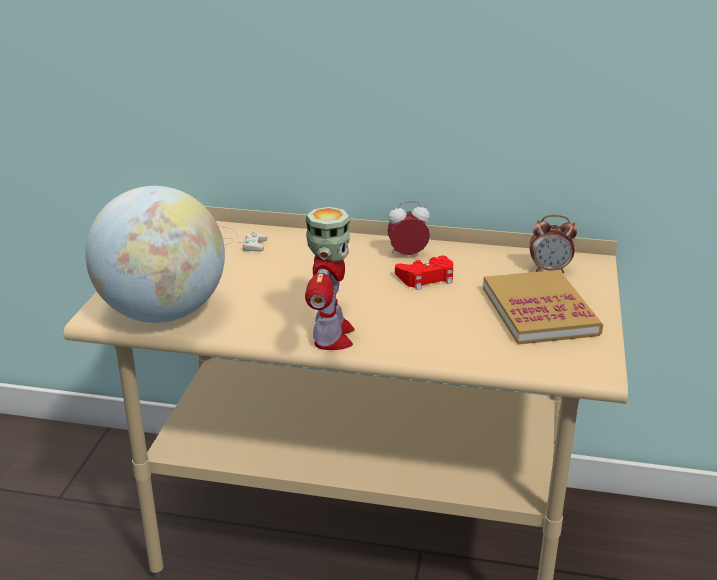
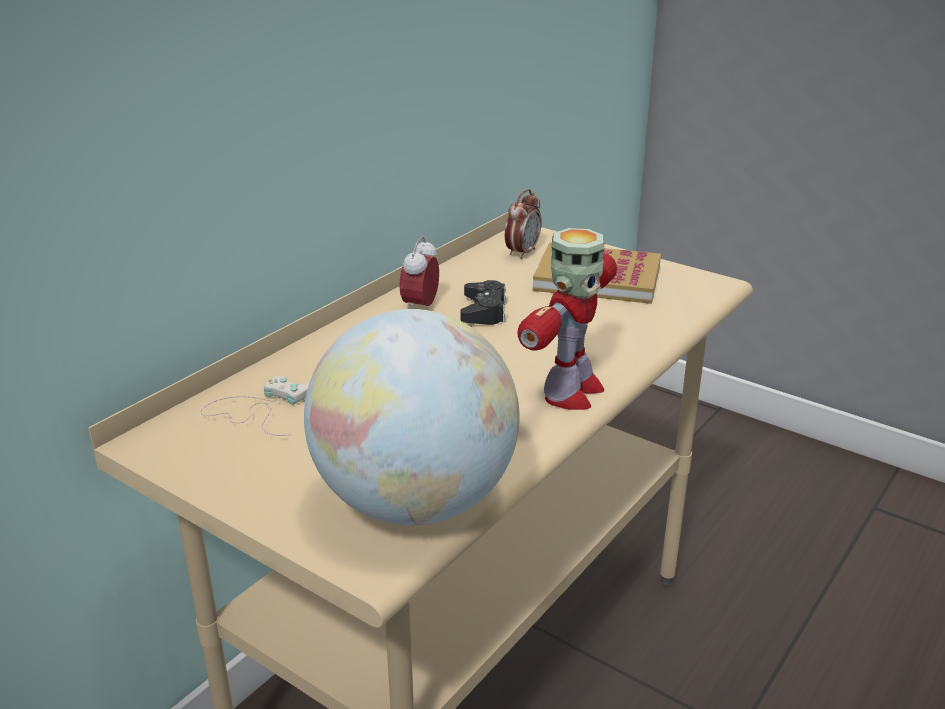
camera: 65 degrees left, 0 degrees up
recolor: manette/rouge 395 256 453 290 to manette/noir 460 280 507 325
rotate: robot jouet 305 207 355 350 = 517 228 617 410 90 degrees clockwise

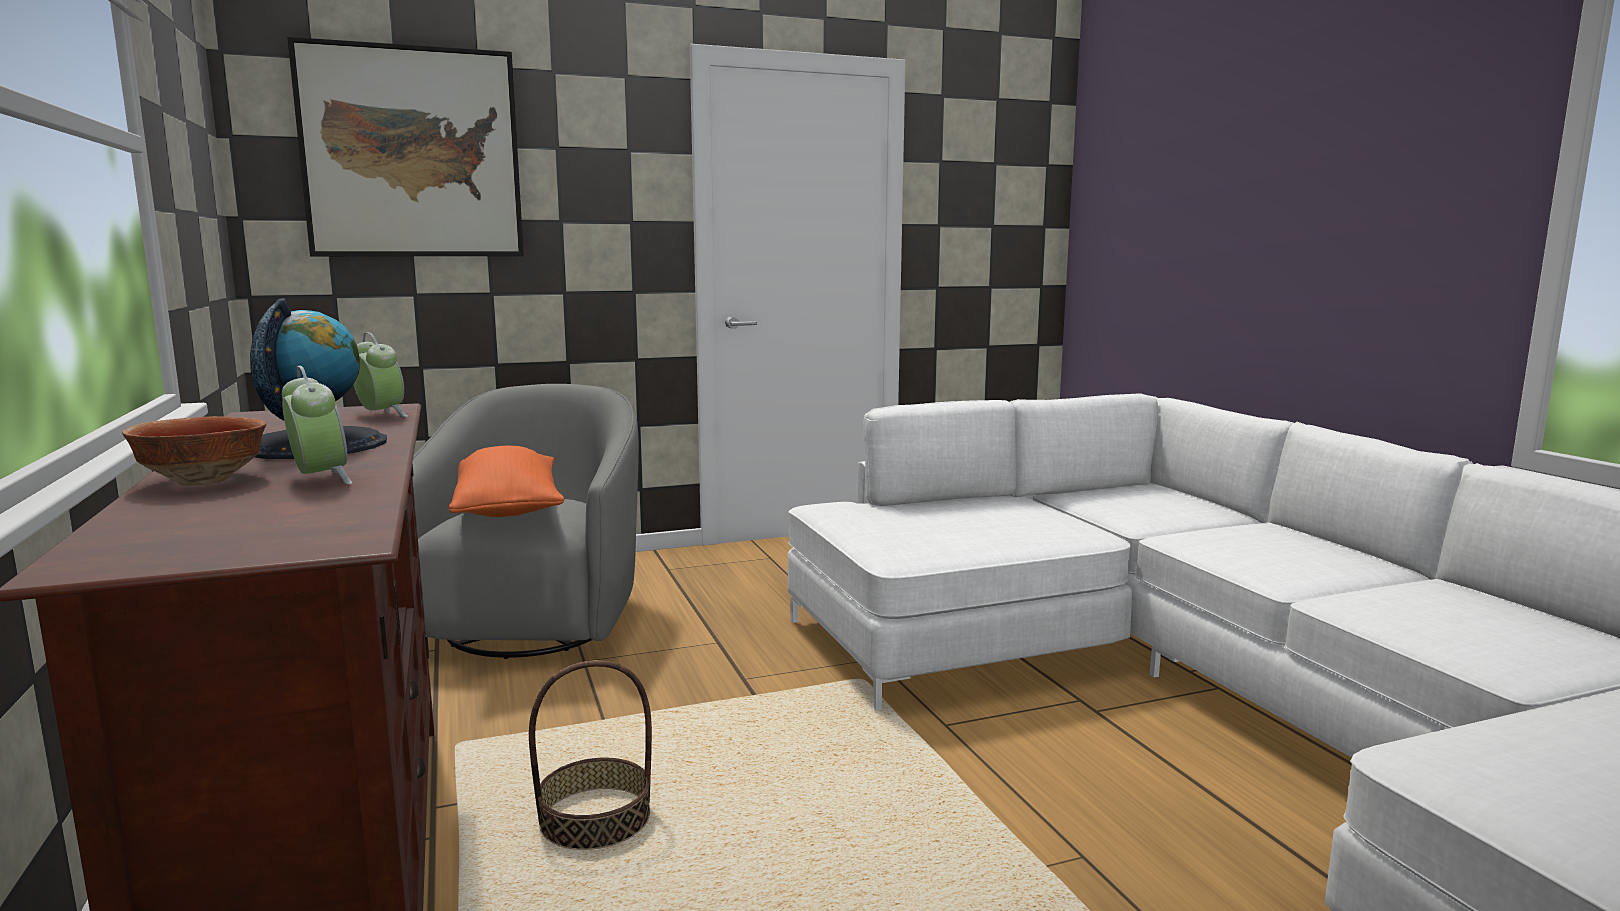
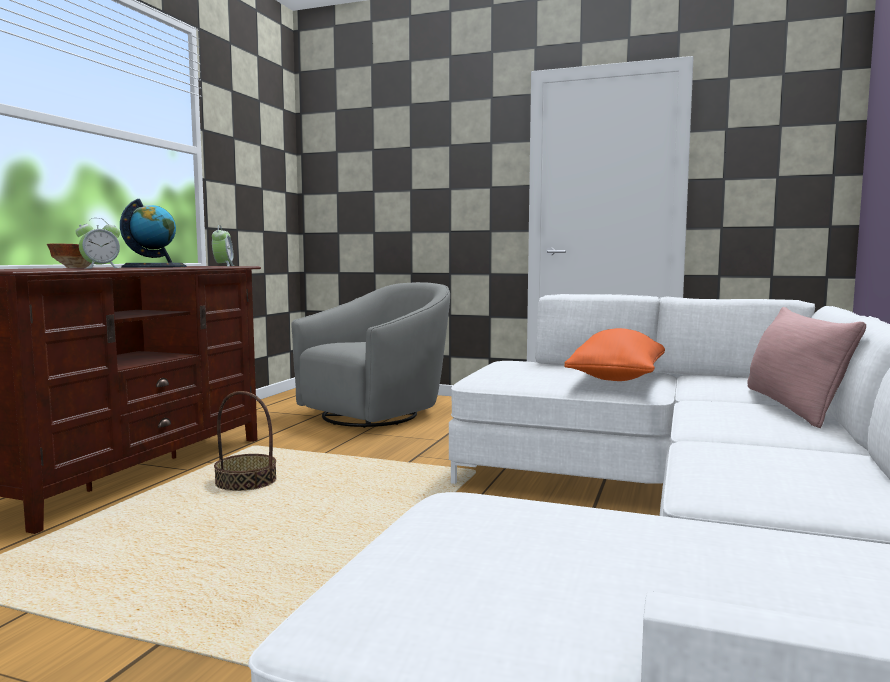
camera: 40 degrees right, 5 degrees down
delete: tableau 287 37 524 256
insert: coussin/rose 747 307 866 428
move: coussin/orange 449 446 564 517 to 564 328 665 381
rotate: réveil 282 366 352 485 = 75 218 120 269 45 degrees clockwise

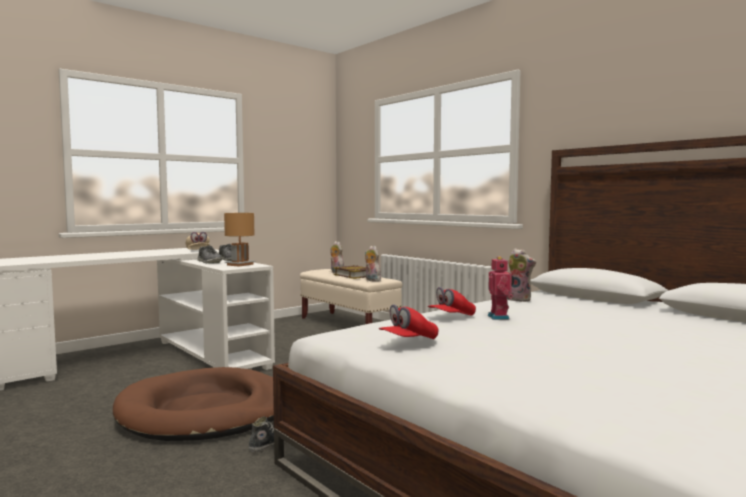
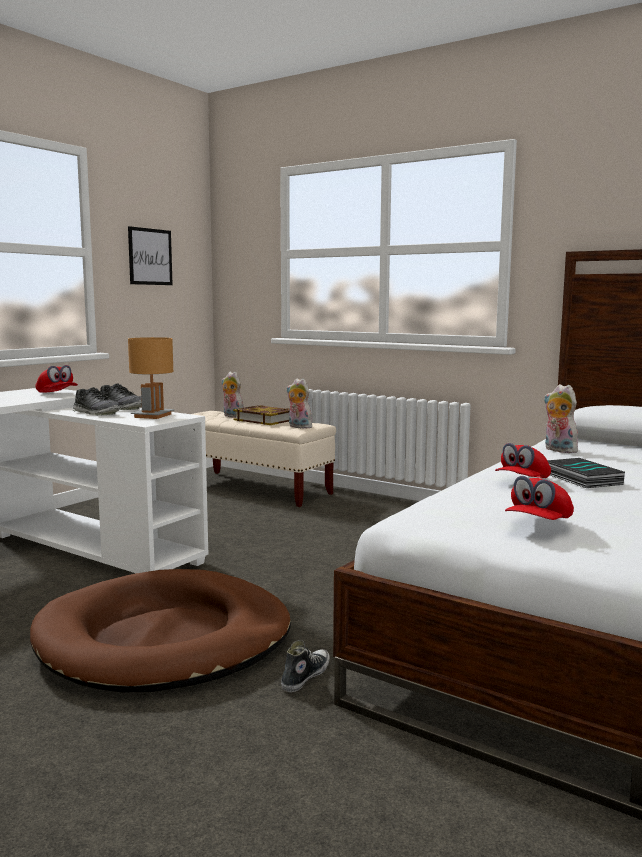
camera: 15 degrees left, 5 degrees up
insert: tableau 128 226 173 285
replace: robot jouet 488 257 514 320 to livre 547 458 625 488
recolor: casquette/beige 186 232 210 250 to casquette/rouge 35 365 78 393
rotate: peluche 507 248 536 302 = 544 384 578 453 150 degrees counterclockwise

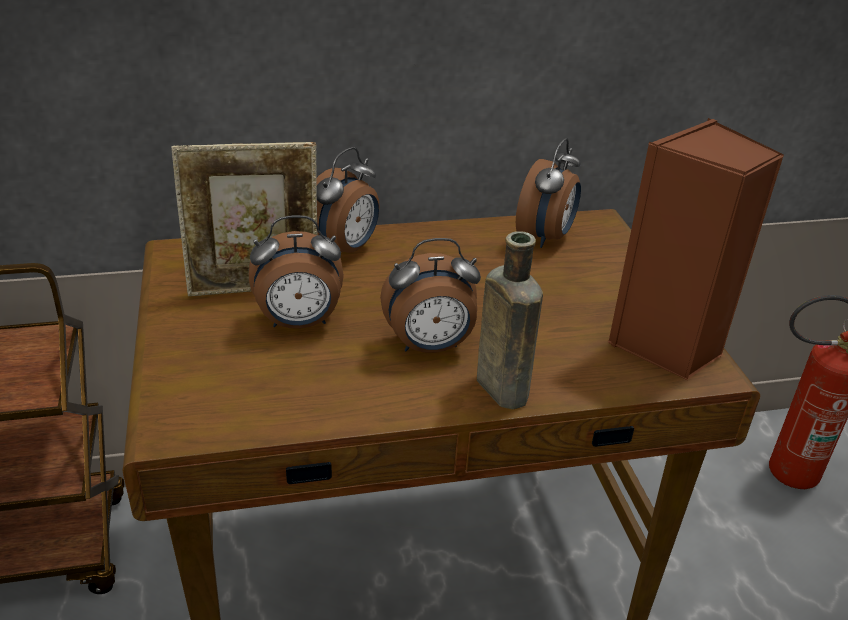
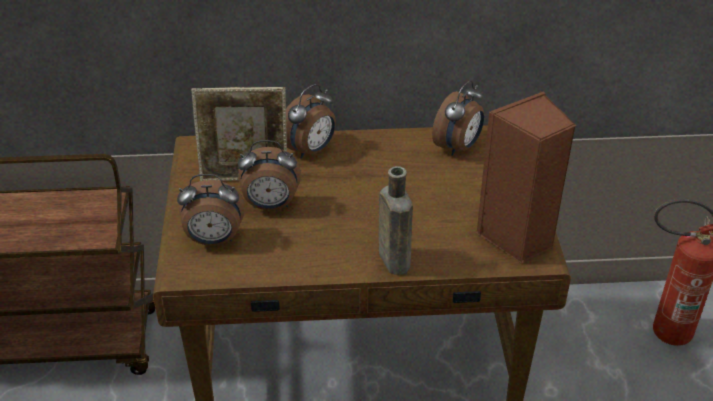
camera: 10 degrees right, 5 degrees up
move: réveil 380 238 481 353 to 177 174 245 246

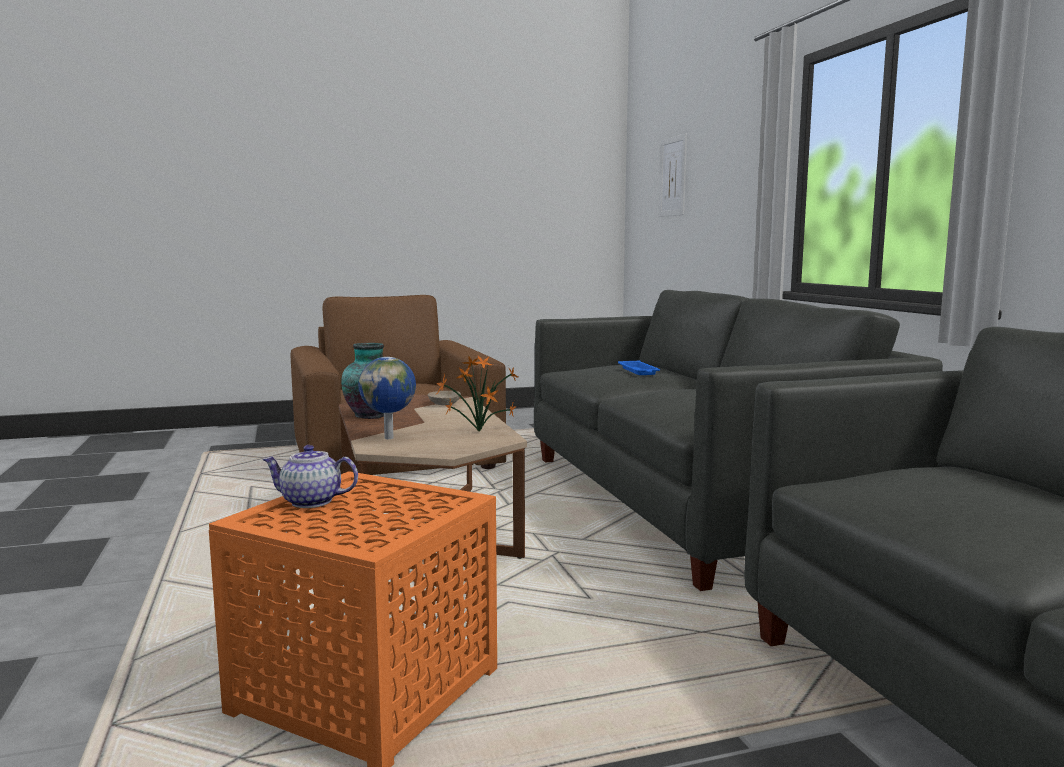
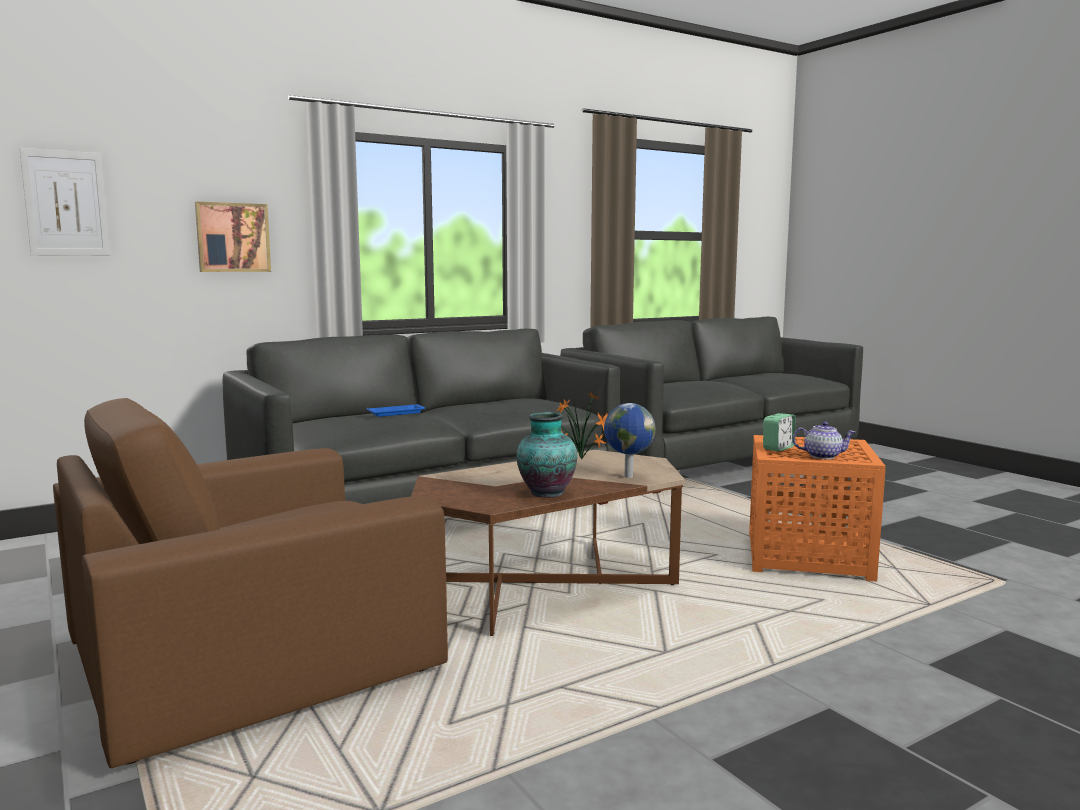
camera: 105 degrees left, 0 degrees up
delete: bol/beige 428 391 461 405
insert: tableau 195 202 271 272; réveil 763 413 796 452
rotate: théière 262 445 358 508 = 792 422 856 459 75 degrees counterclockwise

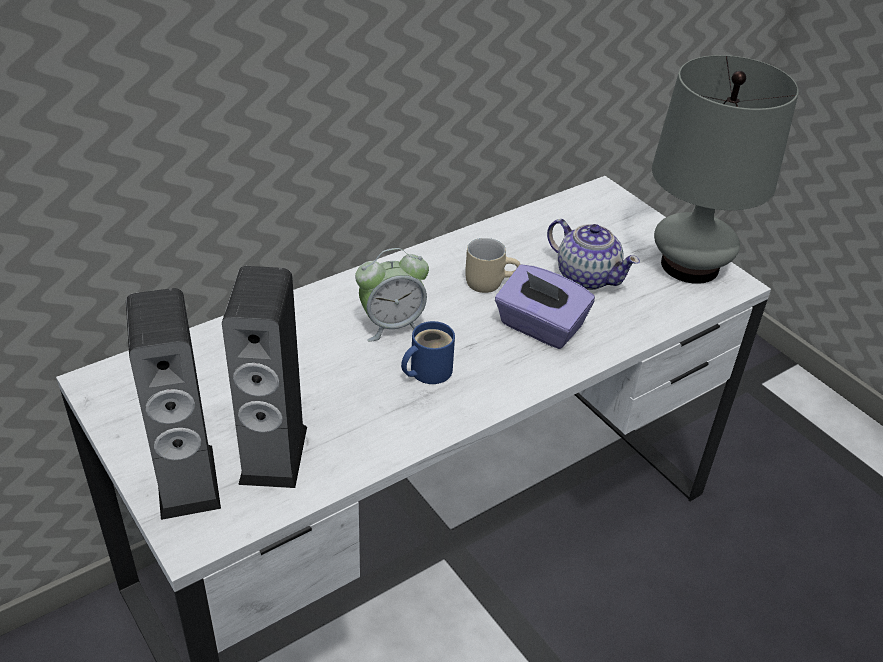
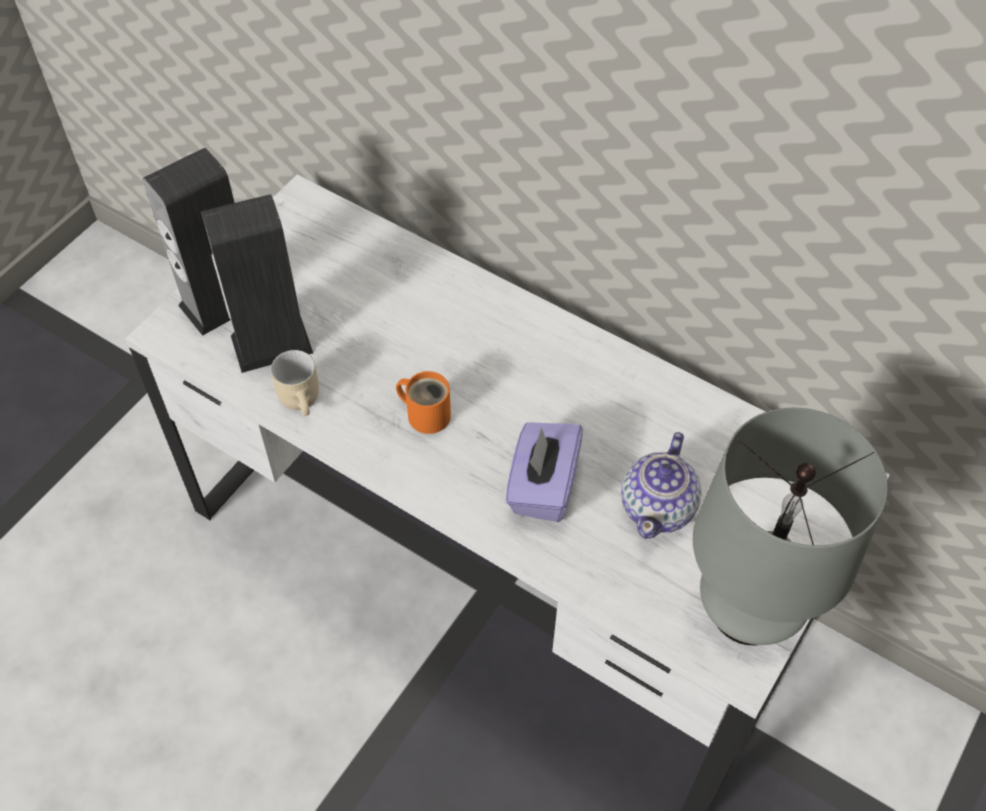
camera: 70 degrees right, 15 degrees up
delete: réveil 355 248 429 342
move: mug/beige 465 238 521 293 to 271 350 319 416
recolor: mug/bleu 401 321 455 384 to mug/orange 396 371 451 434

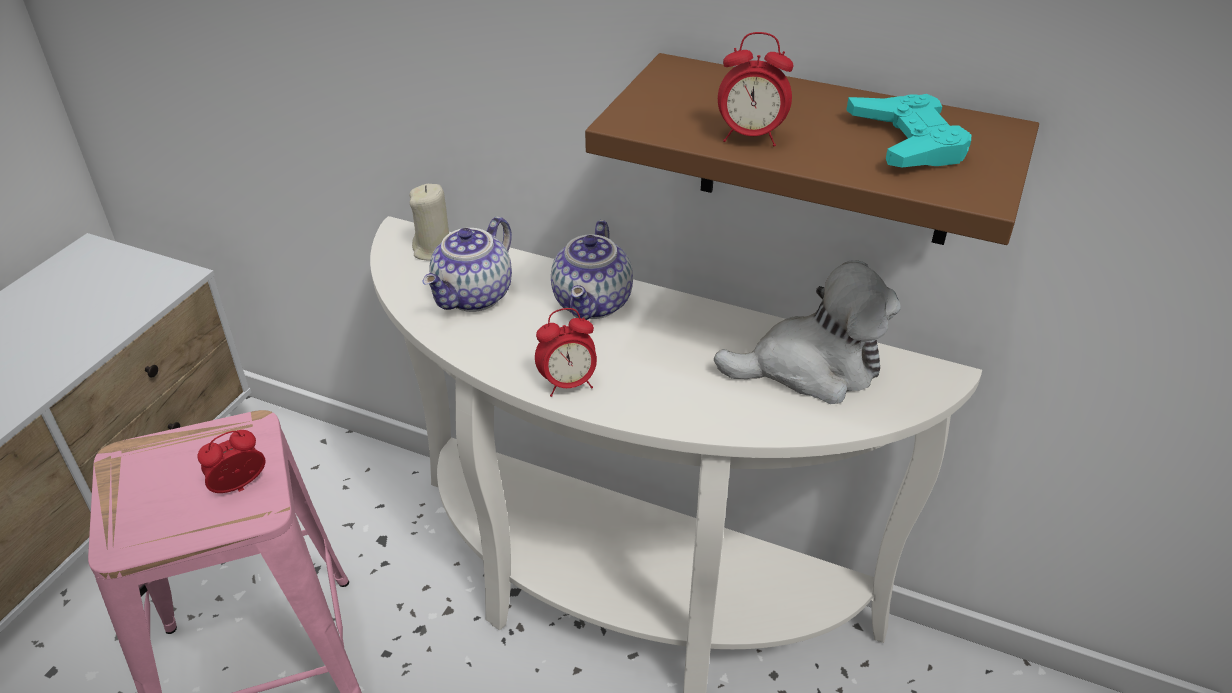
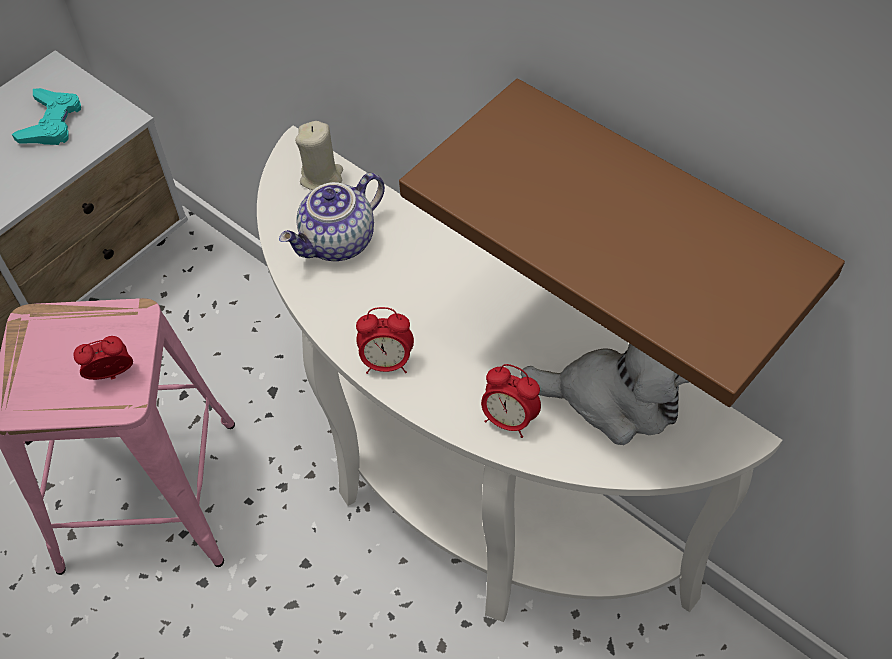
camera: 20 degrees right, 15 degrees up
delete: théière 551 220 633 320
move: manette/turquoise 846 94 971 167 to 12 88 81 145; réveil 718 32 793 146 to 481 364 541 438

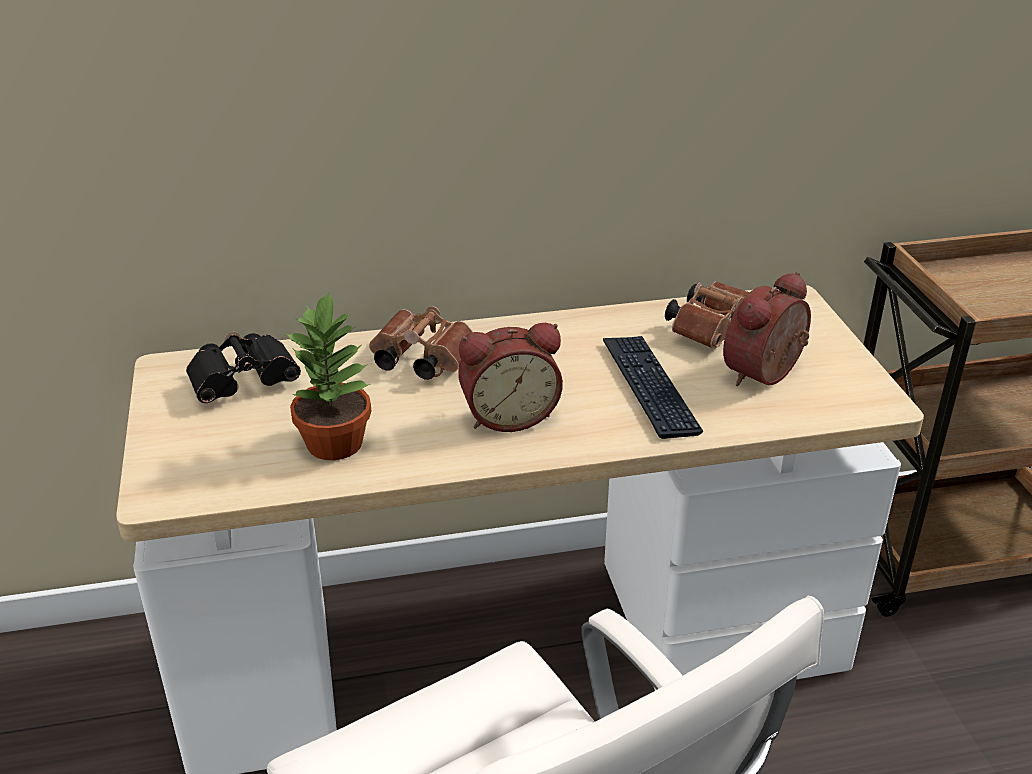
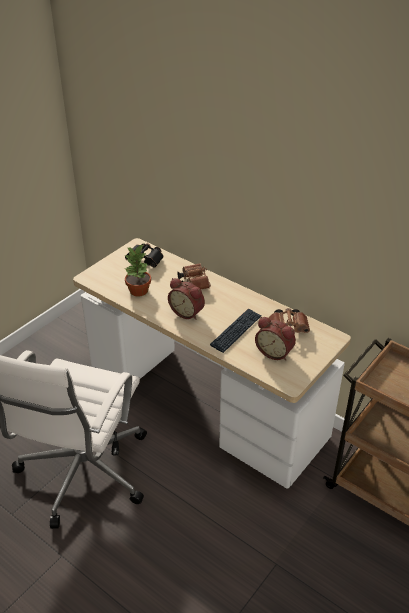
camera: 50 degrees right, 5 degrees up
rotate: réveil 723 272 811 386 = 255 317 296 361 150 degrees counterclockwise

